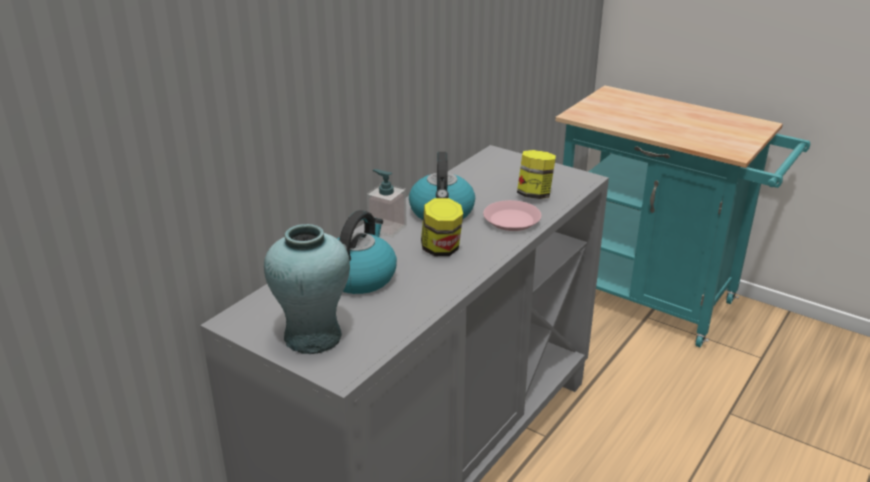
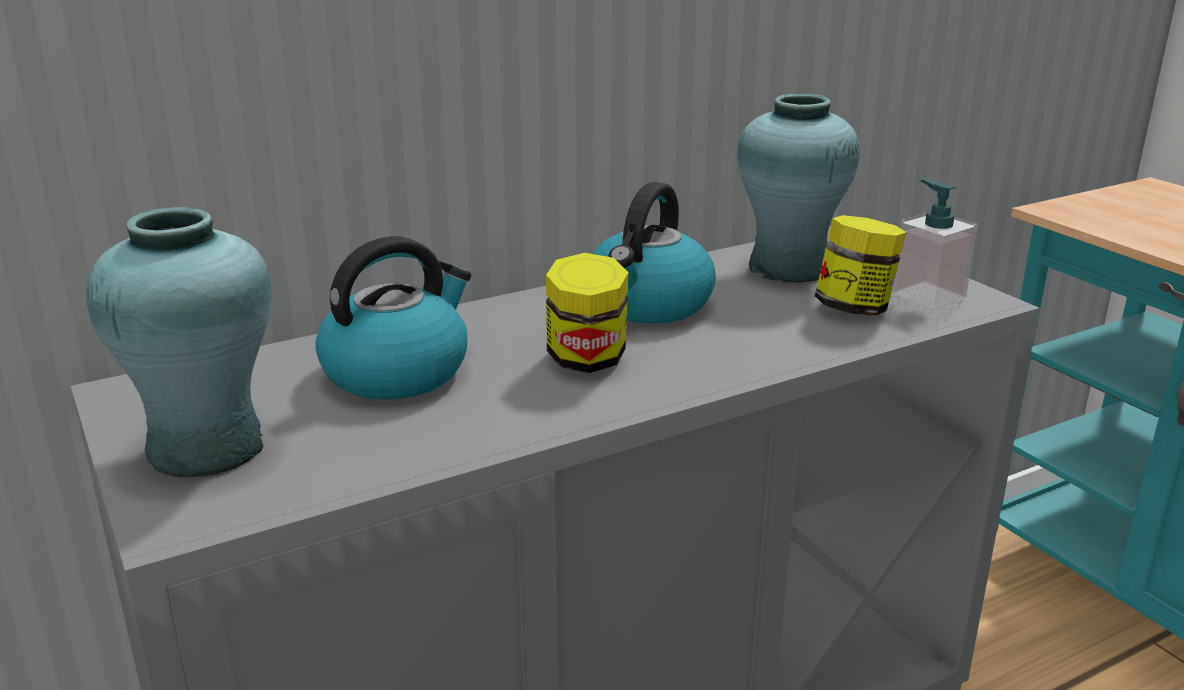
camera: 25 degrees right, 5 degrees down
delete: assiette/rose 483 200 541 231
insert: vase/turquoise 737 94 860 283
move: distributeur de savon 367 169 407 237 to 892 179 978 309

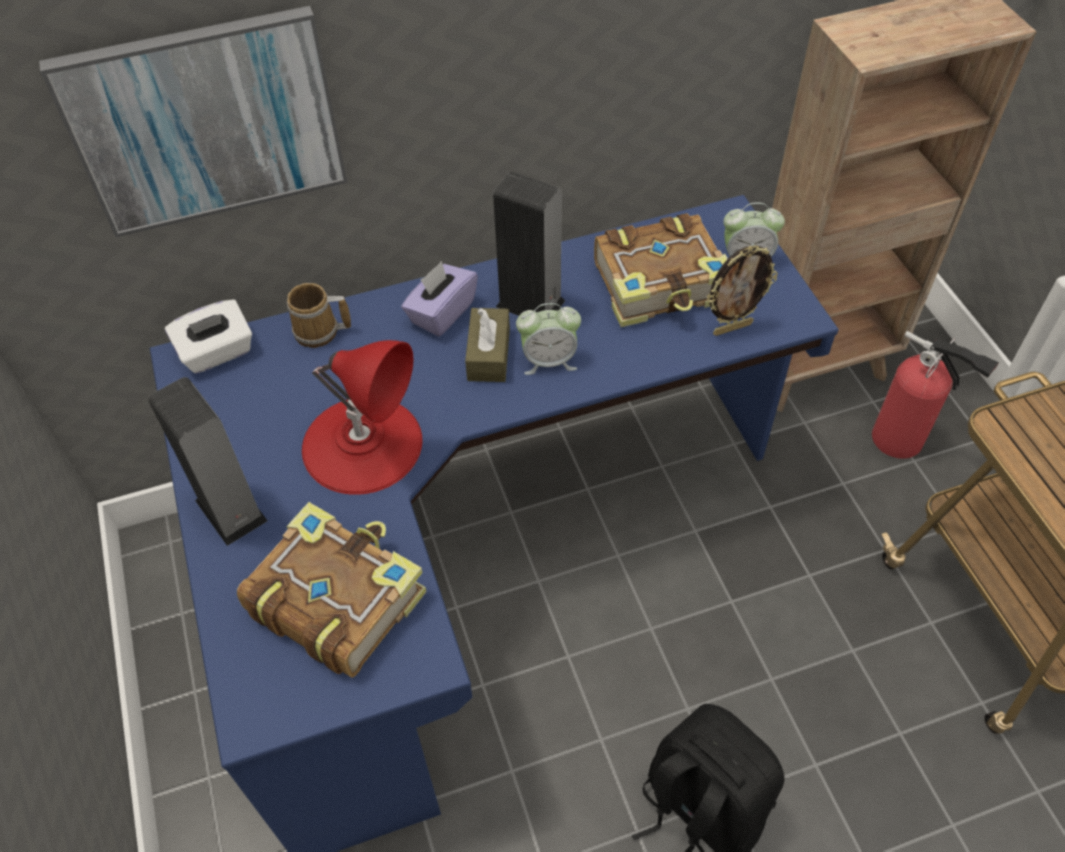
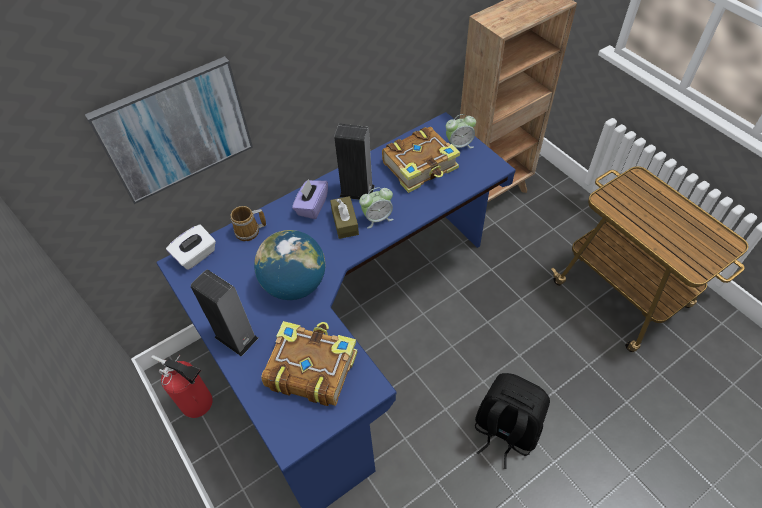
camera: 15 degrees left, 0 degrees up
delete: cadre photo 707 245 778 336
move: extincteur 872 331 999 459 to 151 355 213 418
replace: lampe de table/rouge 302 340 422 495 to globe 254 230 326 300

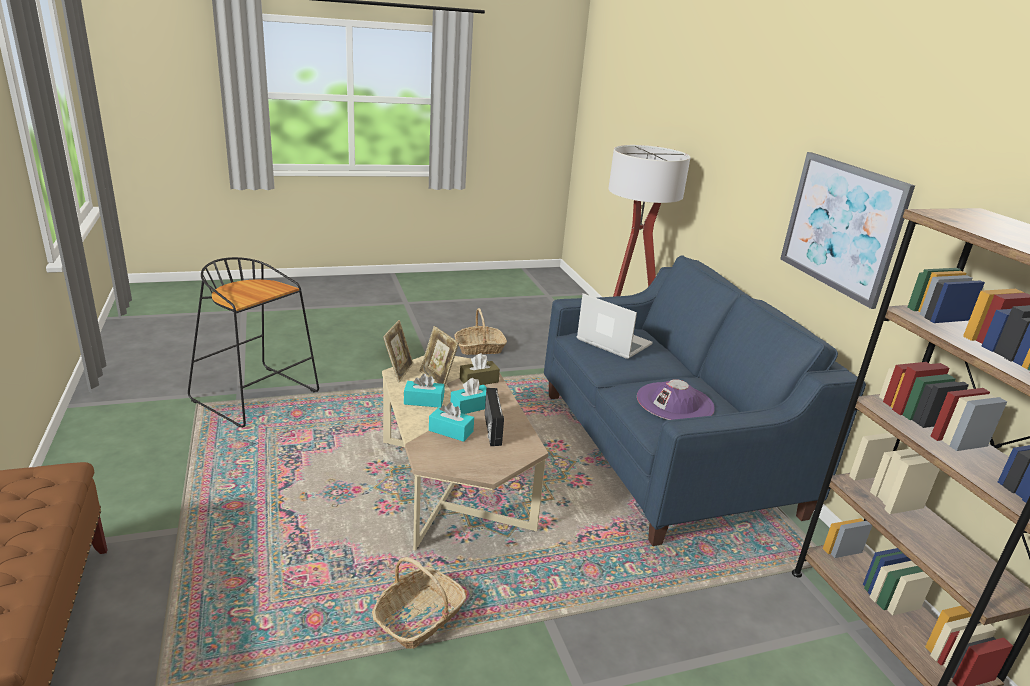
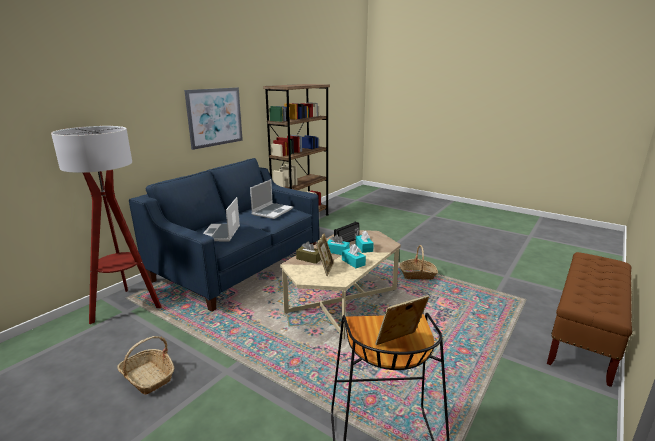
camera: 125 degrees left, 5 degrees down
move: cadre photo 383 320 413 383 to 375 295 429 345
replace: chapeau/violet 637 379 715 420 to ordinateur portable 250 179 293 219

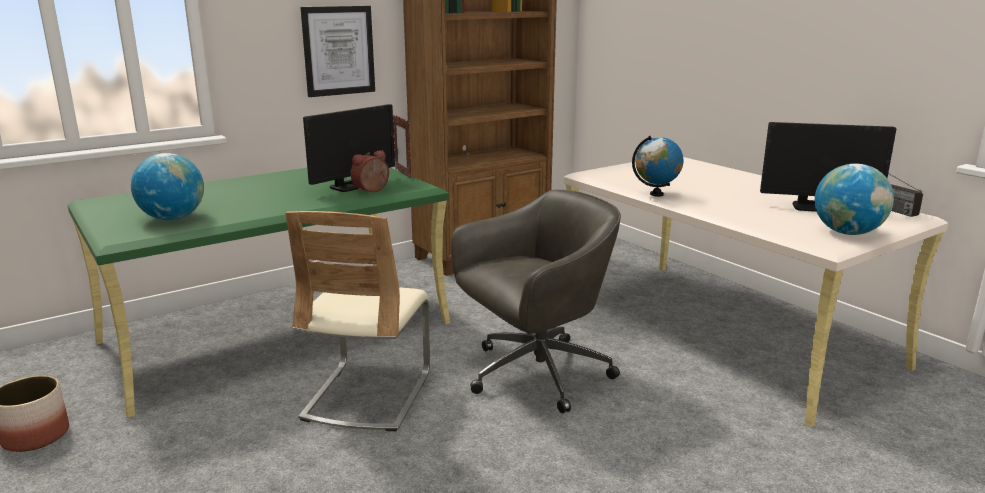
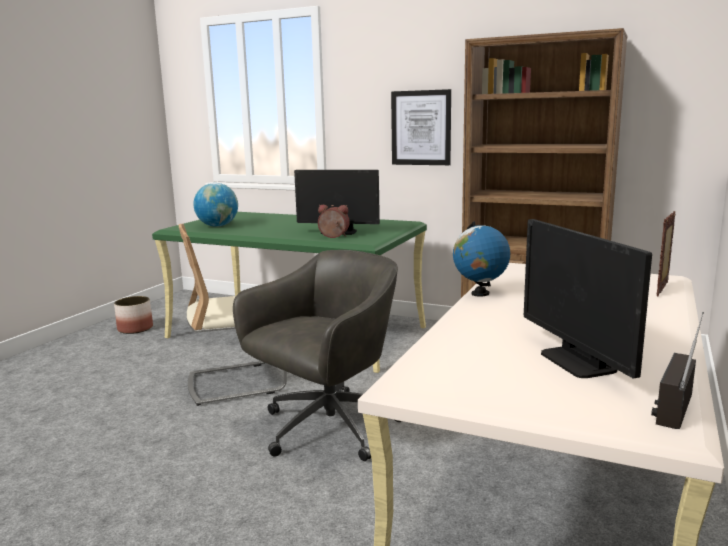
camera: 60 degrees right, 5 degrees down
delete: globe 815 164 894 235
move: cadre photo 393 115 411 179 to 657 211 675 297
rotate: chaise de bureau/gris 451 190 621 413 = 233 250 402 461 75 degrees counterclockwise

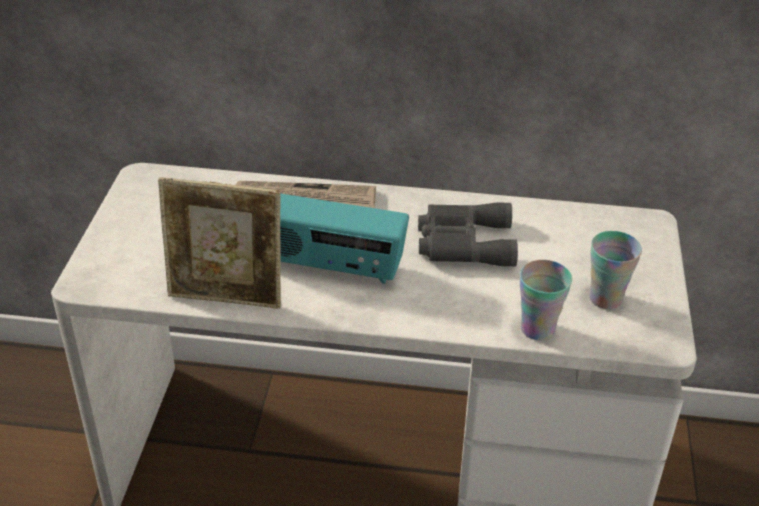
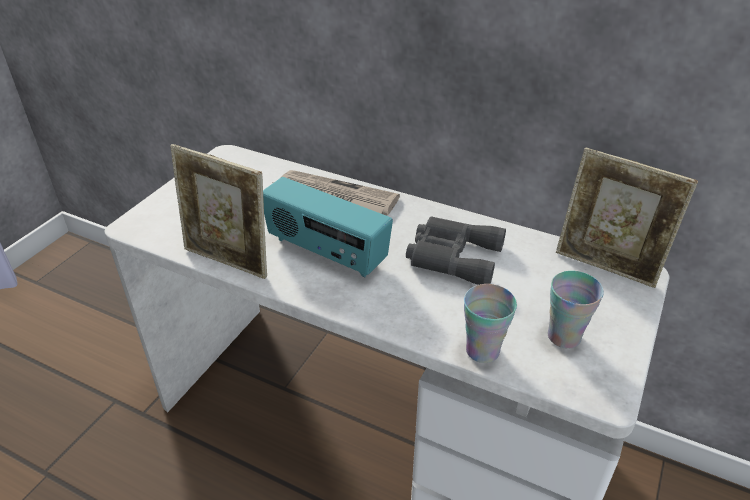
camera: 20 degrees right, 0 degrees up
insert: cadre photo 556 147 698 288

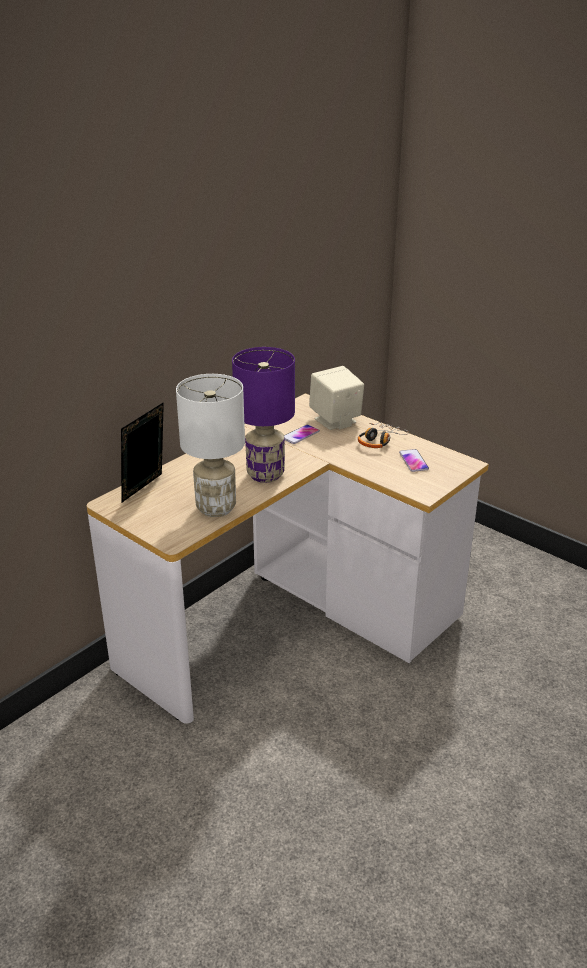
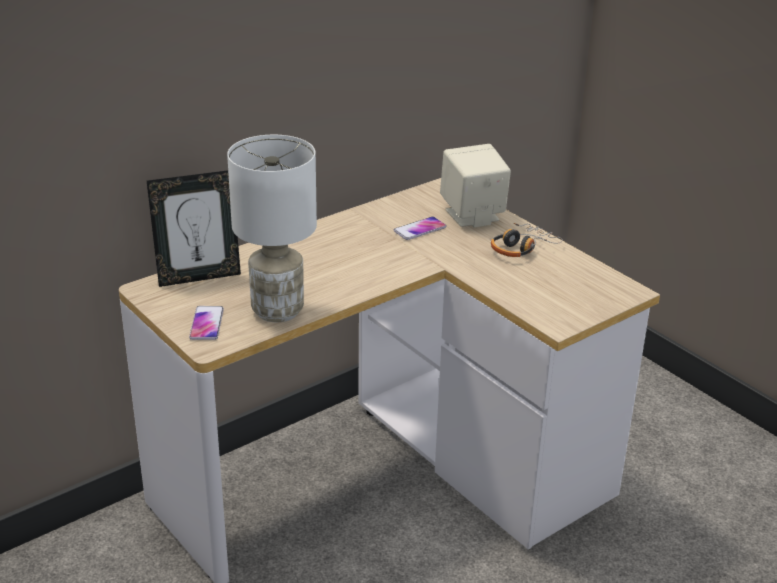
camera: 10 degrees right, 0 degrees up
delete: lampe de table/violet 232 347 295 483
move: téléphone 399 449 429 472 to 189 306 224 340
rotate: cadre photo 121 402 164 503 = 147 170 241 287 150 degrees counterclockwise

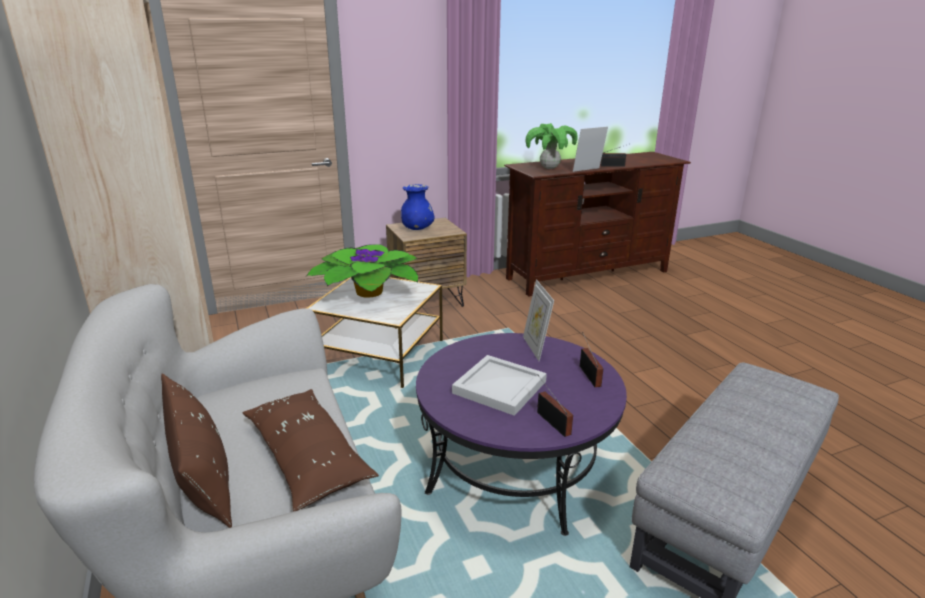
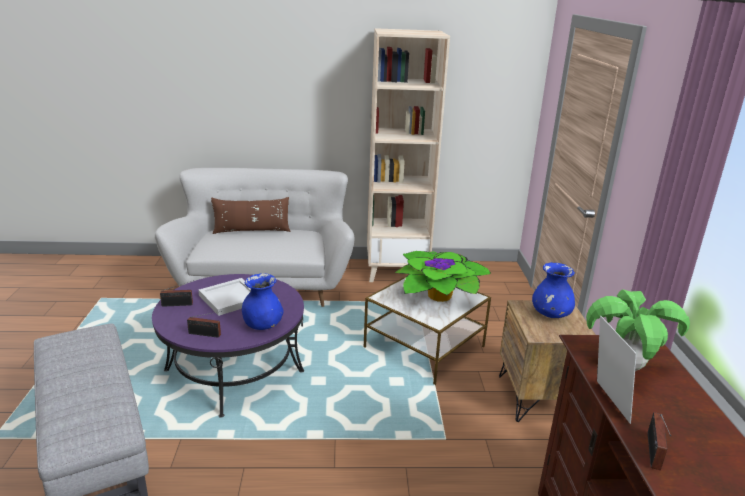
camera: 110 degrees right, 0 degrees up
delete: coussin/marron 243 389 379 512
replace: cadre photo 523 280 554 361 to vase/bleu 242 273 284 330

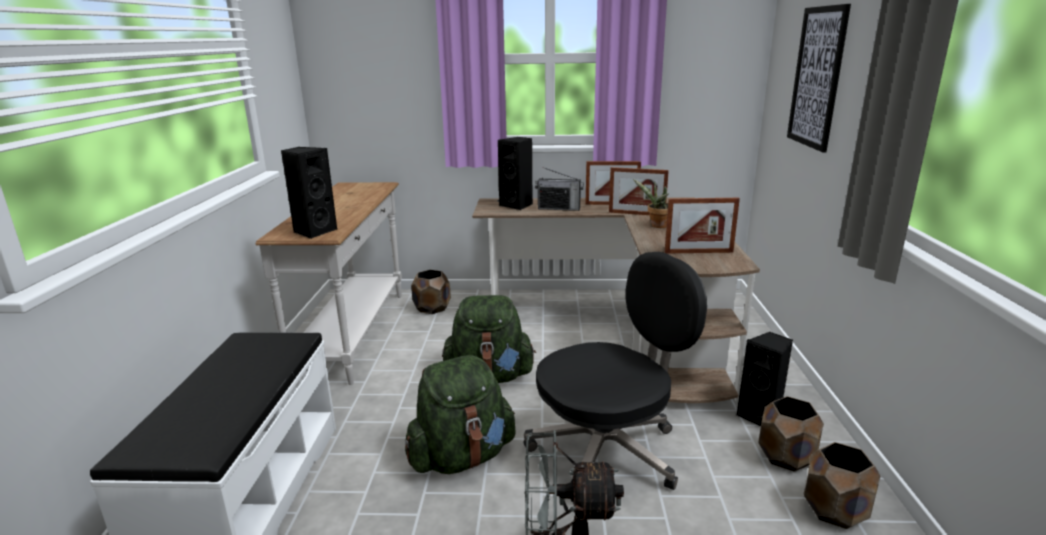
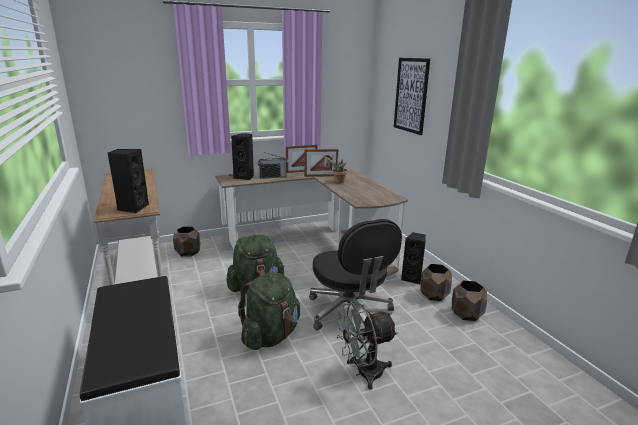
camera: 25 degrees left, 0 degrees up
delete: cadre photo 665 198 740 254
rotate: chaise de bureau/noir 523 252 707 502 = 309 219 402 339 120 degrees clockwise

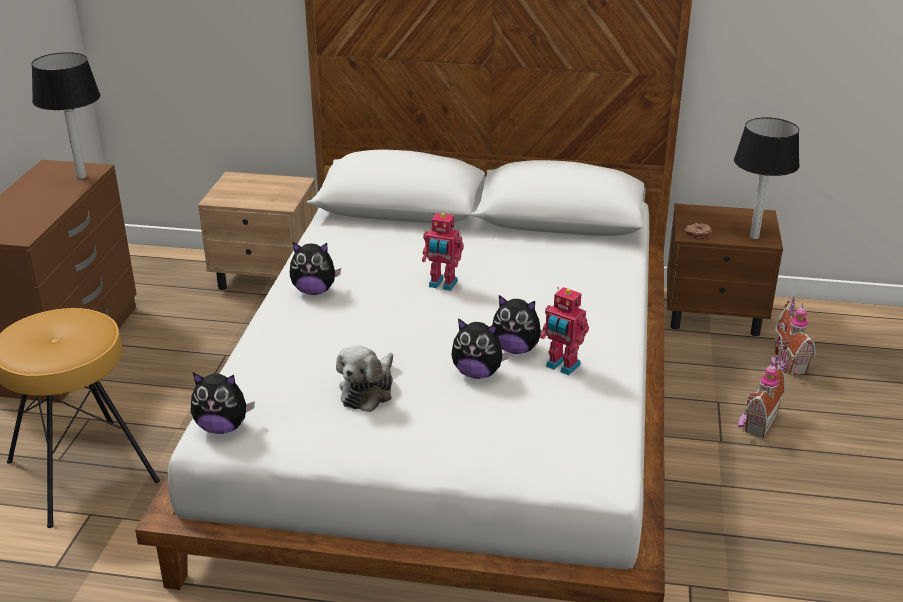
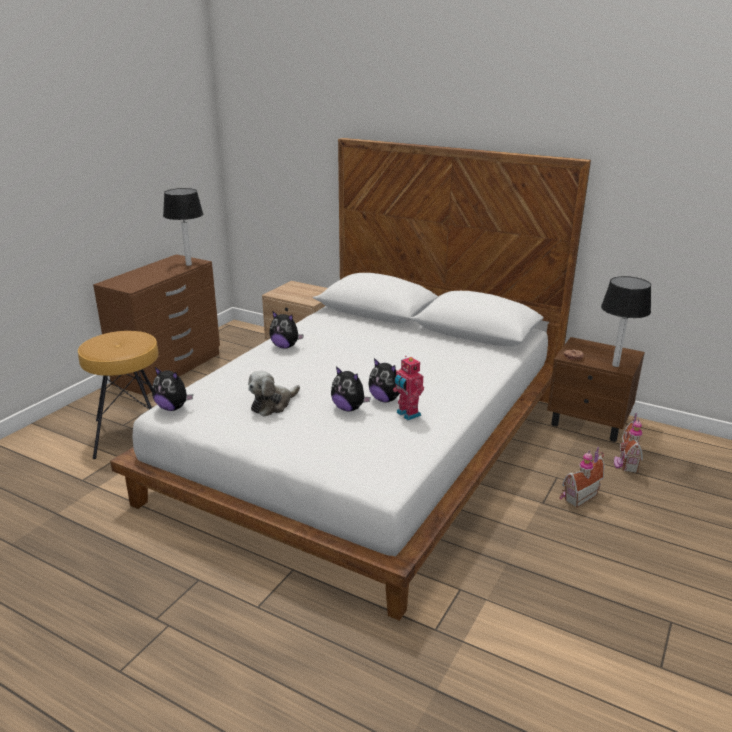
camera: 20 degrees right, 5 degrees down
delete: robot jouet 422 213 464 291

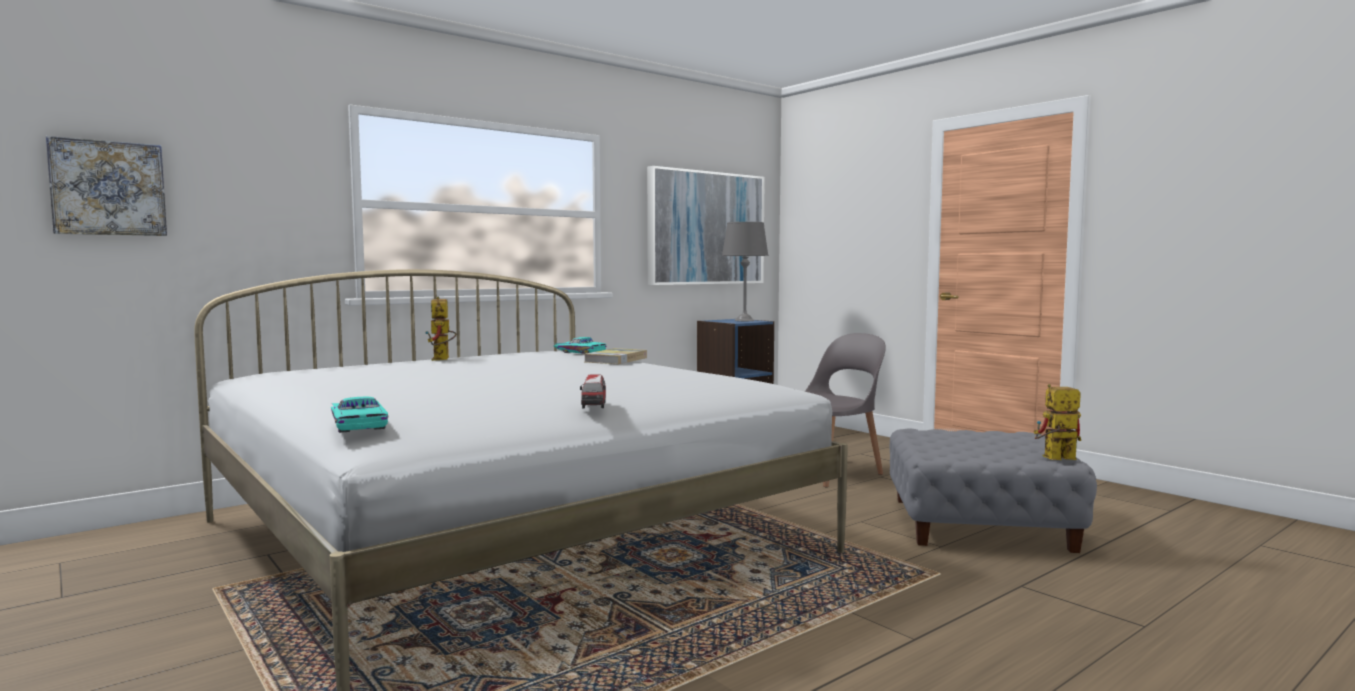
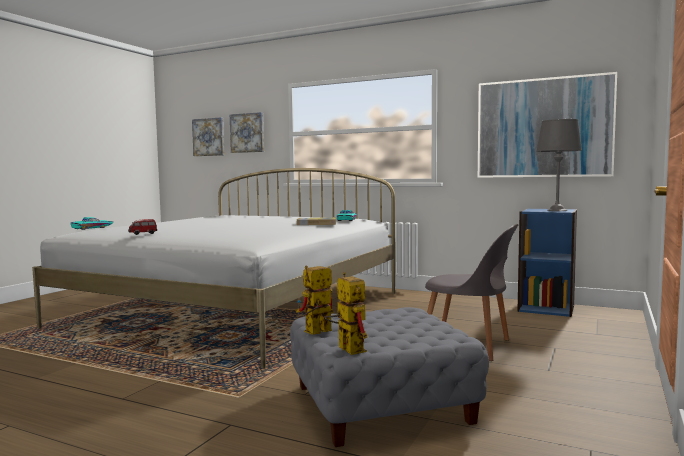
camera: 65 degrees right, 0 degrees up
insert: tableau 230 112 264 153
move: robot jouet 425 297 456 361 to 295 265 334 335

